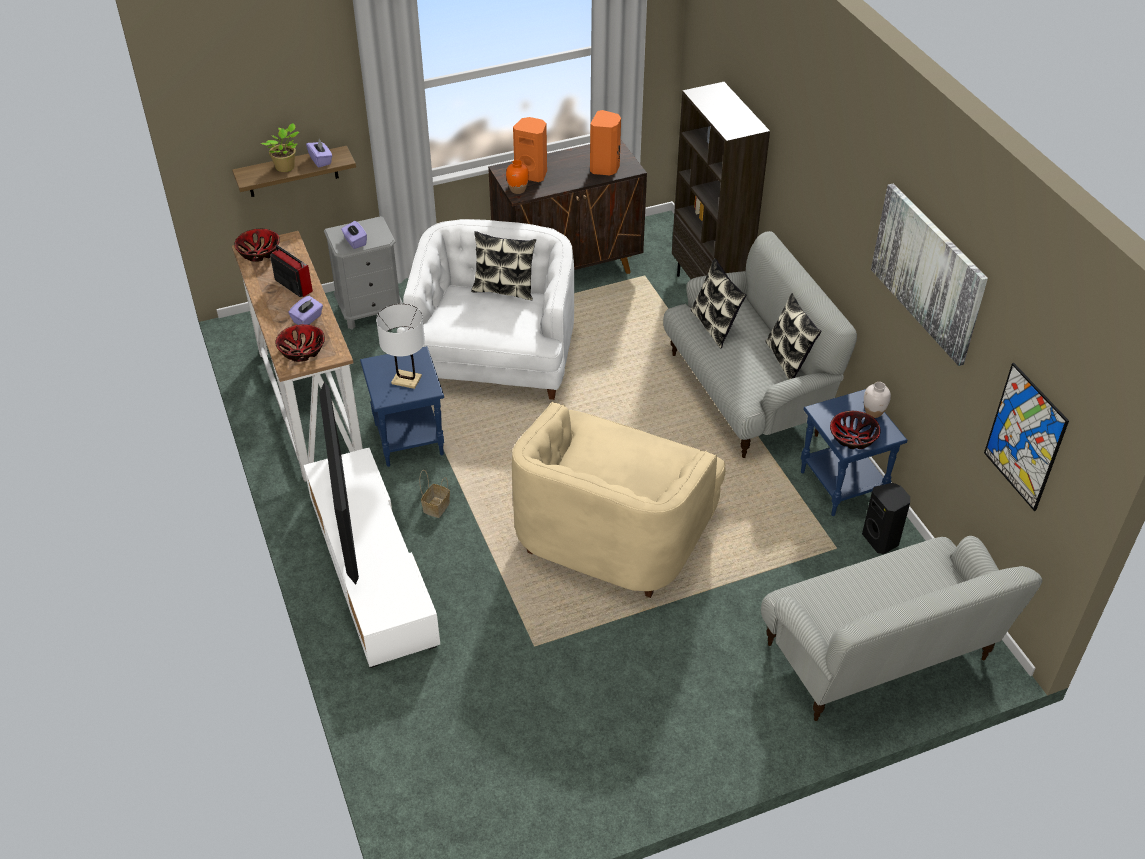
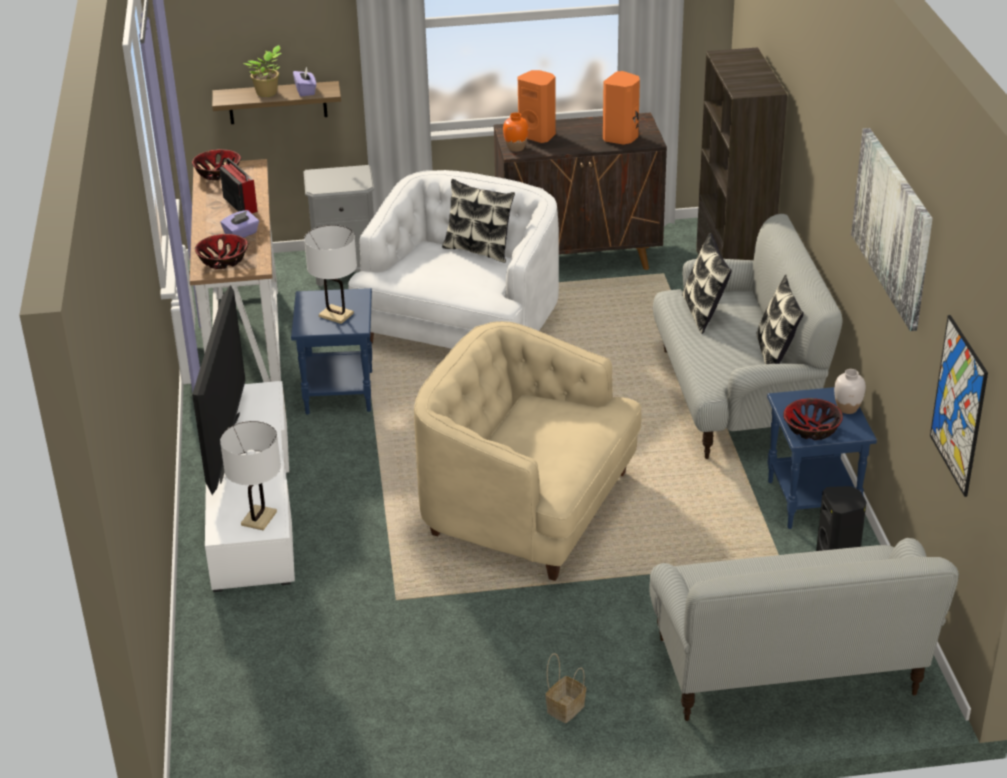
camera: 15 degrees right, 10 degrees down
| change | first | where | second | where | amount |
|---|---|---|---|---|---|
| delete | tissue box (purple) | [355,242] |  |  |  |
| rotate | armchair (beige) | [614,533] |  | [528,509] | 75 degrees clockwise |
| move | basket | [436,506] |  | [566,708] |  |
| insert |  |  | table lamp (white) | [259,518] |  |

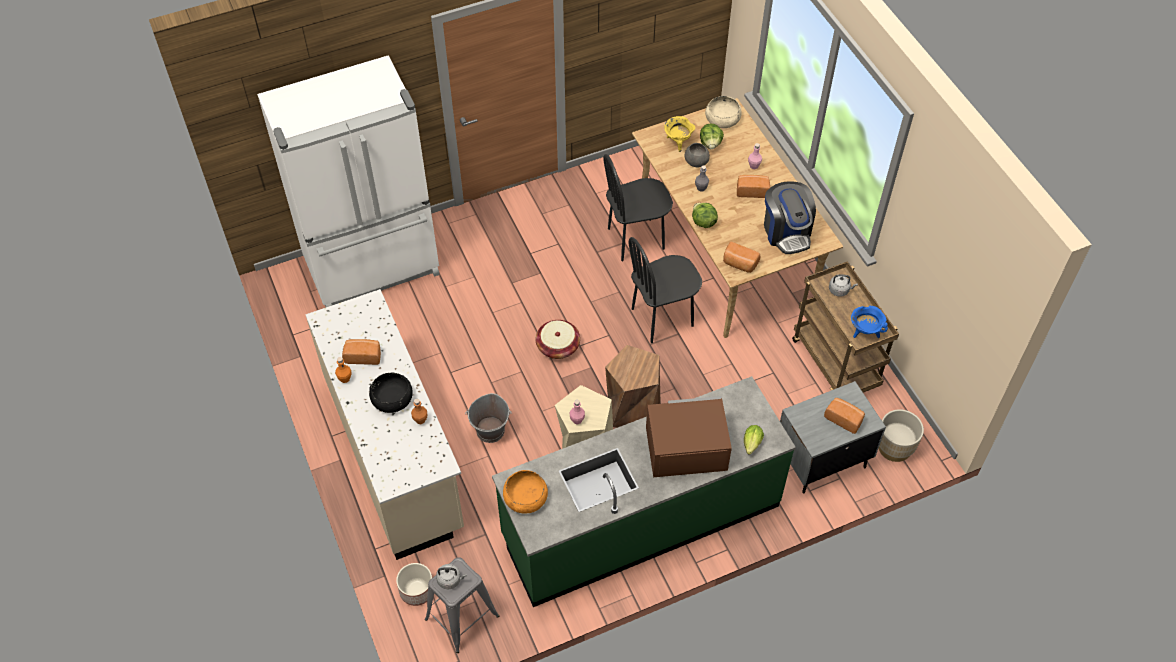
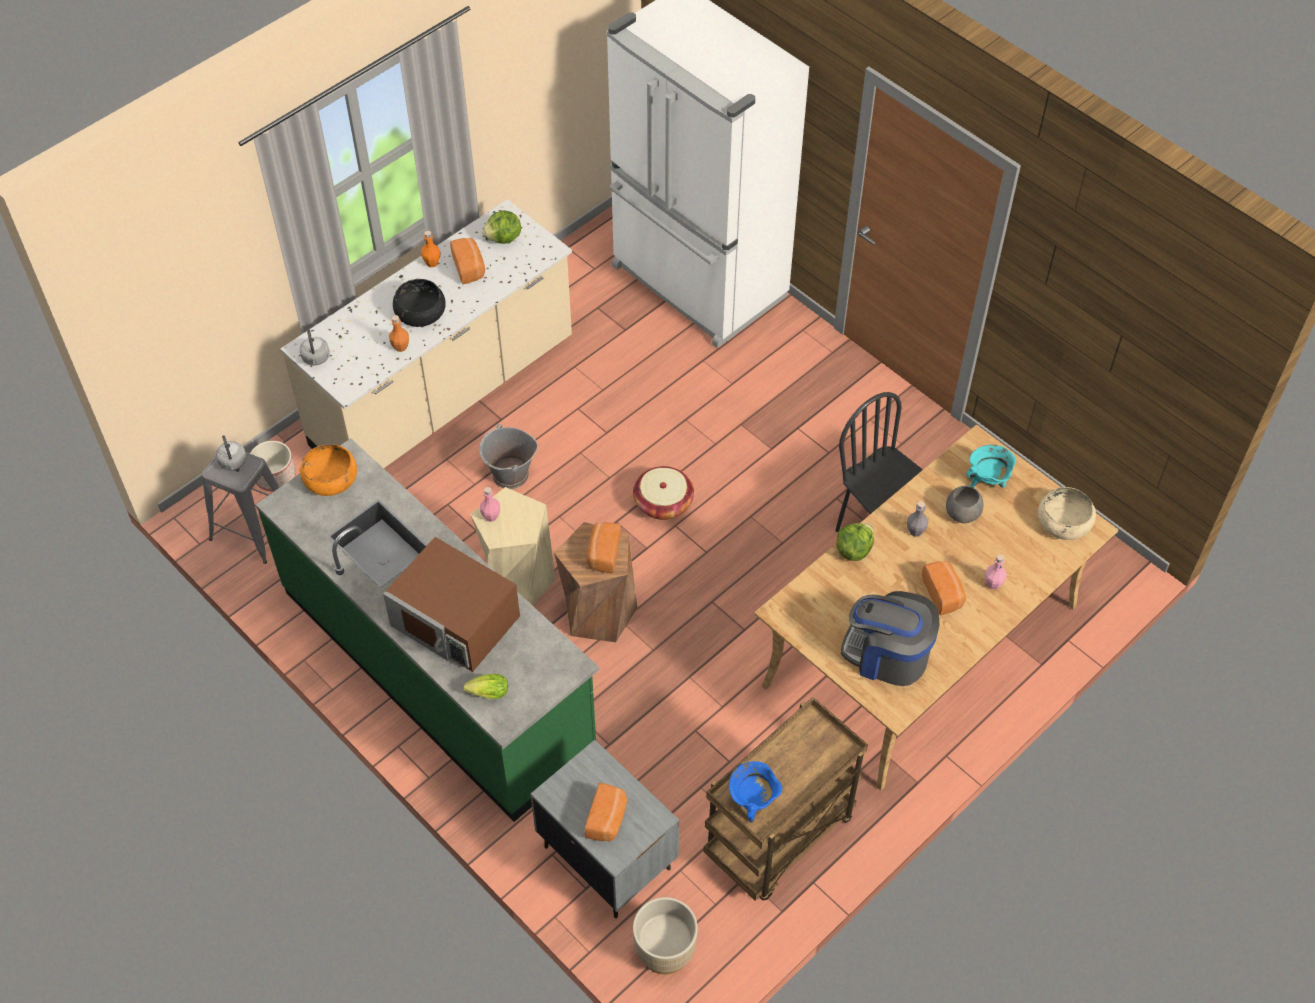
camera: 70 degrees right, 0 degrees up
| change | first | where | second | where | amount |
|---|---|---|---|---|---|
| recolor | cooking pot (yellow) | [678,142] | cooking pot (turquoise) | [987,481] |  |
| move | lettuce | [710,144] |  | [504,239] |  |
| rotate | coffee machine | [786,232] |  | [887,655] | 60 degrees clockwise |
| delete | chair (black) | [662,317] |  |  |  |
| move | bread | [739,264] |  | [603,554] |  |
| move | kettle (grey) | [840,290] |  | [316,358] |  |
| rotate | microwave (brown) | [685,448] |  | [456,621] | 150 degrees clockwise |

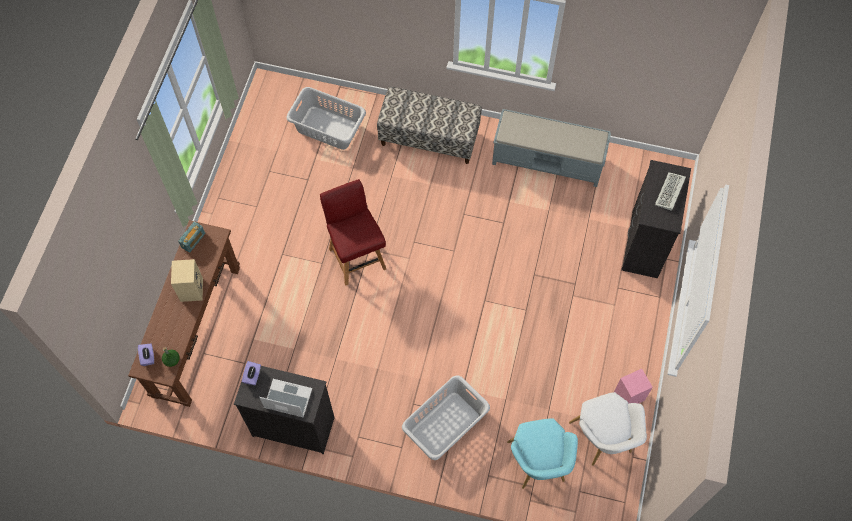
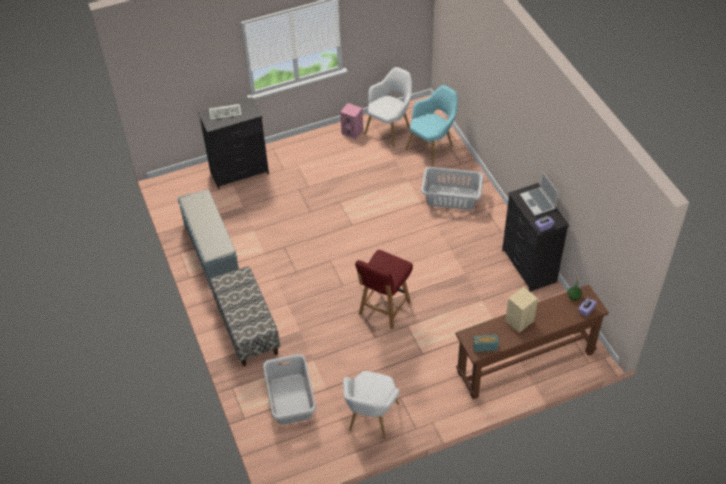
camera: 125 degrees left, 15 degrees down
| change | first | where | second | where | amount |
|---|---|---|---|---|---|
| insert |  |  | armchair (white) | [371,420] |  |

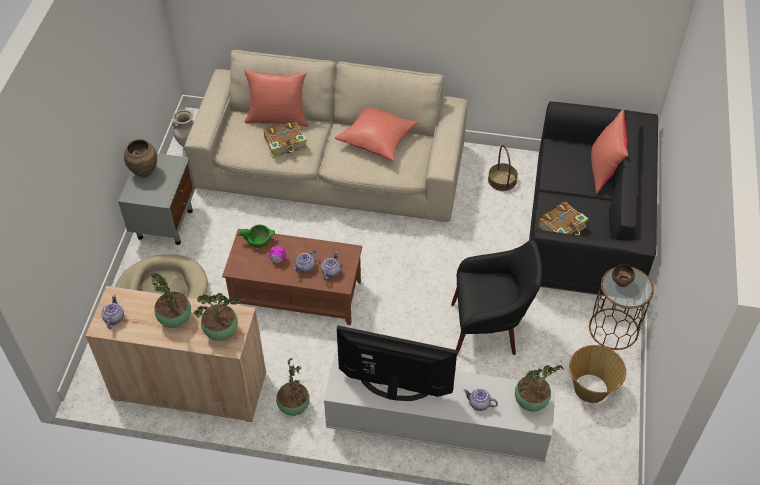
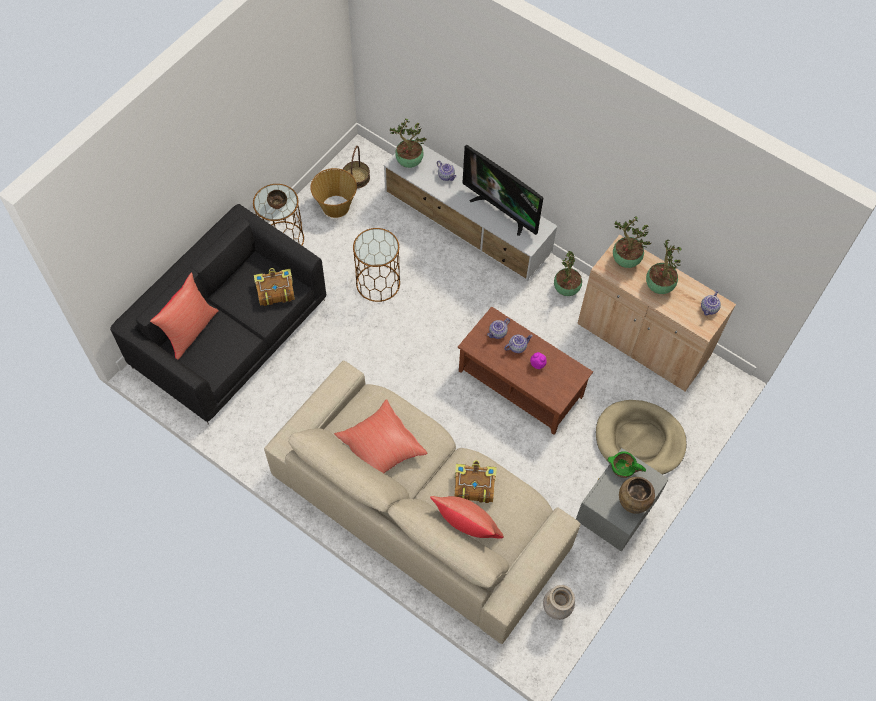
camera: 155 degrees left, 10 degrees up
| change | first | where | second | where | amount |
|---|---|---|---|---|---|
| move | basket | [502,180] |  | [356,177] |  |
| move | bowl (green) | [259,240] |  | [623,468] |  |
| replace | armchair (black) | [489,328] | side table (brown) | [378,282] |  |

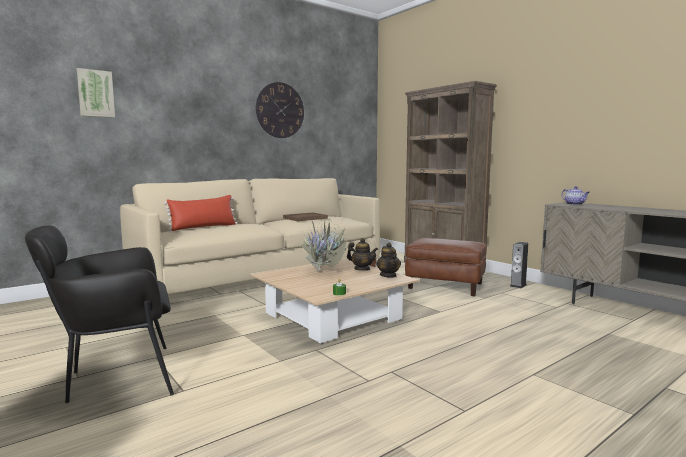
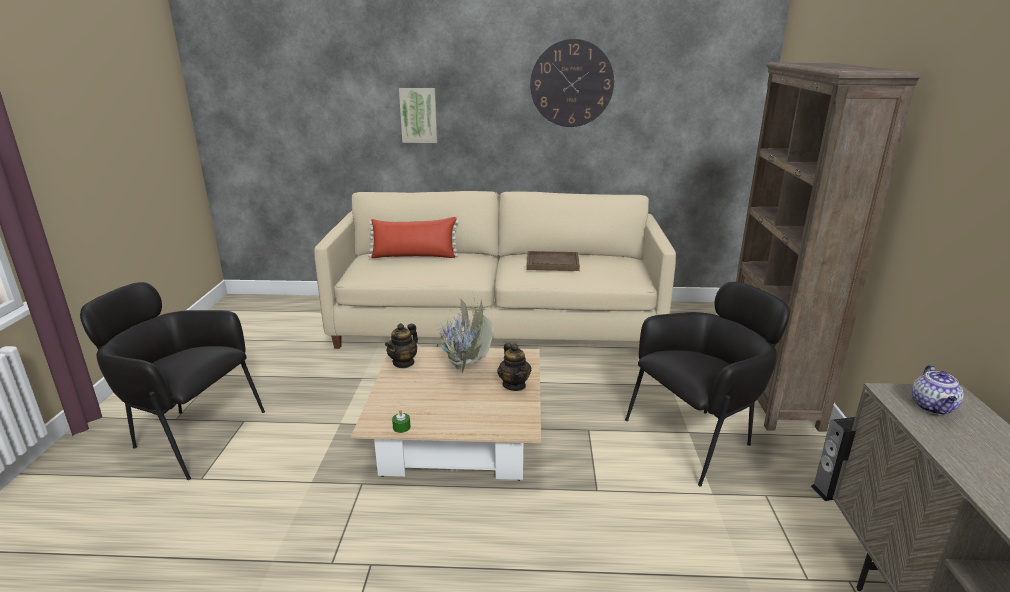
camera: 40 degrees right, 15 degrees up
| change | first | where | second | where | amount |
|---|---|---|---|---|---|
| move | picture | [95,93] |  | [419,115] |  |
| replace | ottoman (brown) | [445,286] | armchair (black) | [698,438] |  |
| move | teapot | [388,275] |  | [403,362] |  |

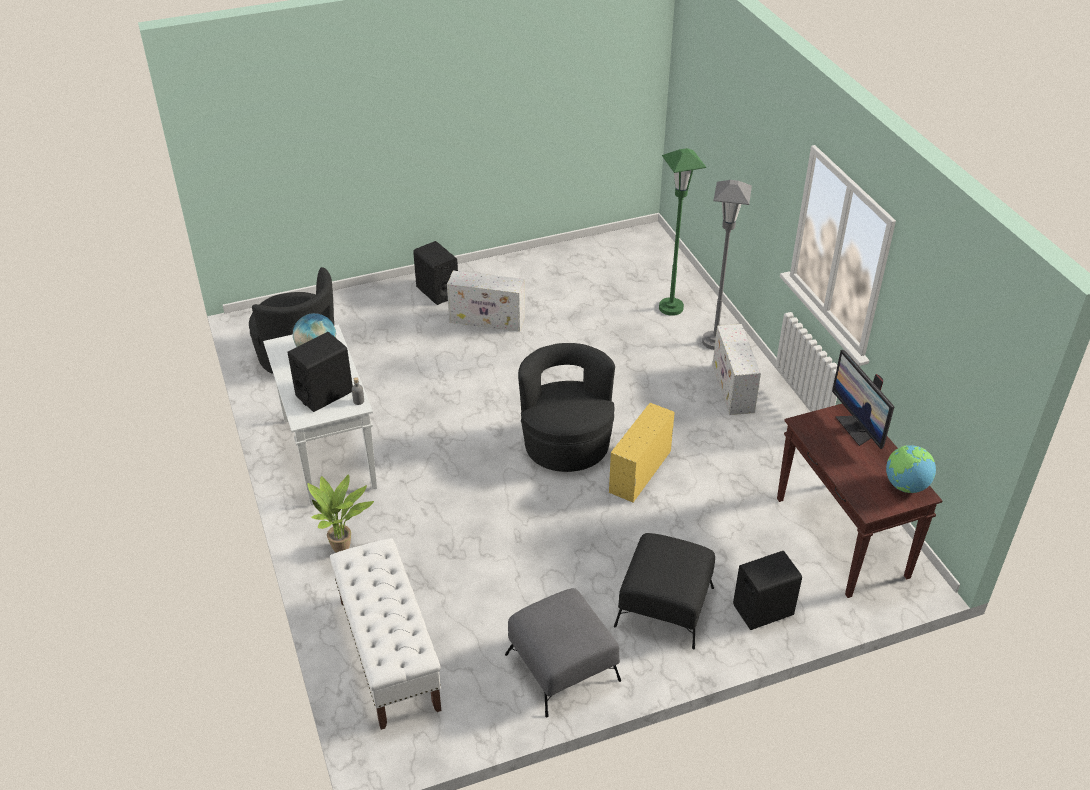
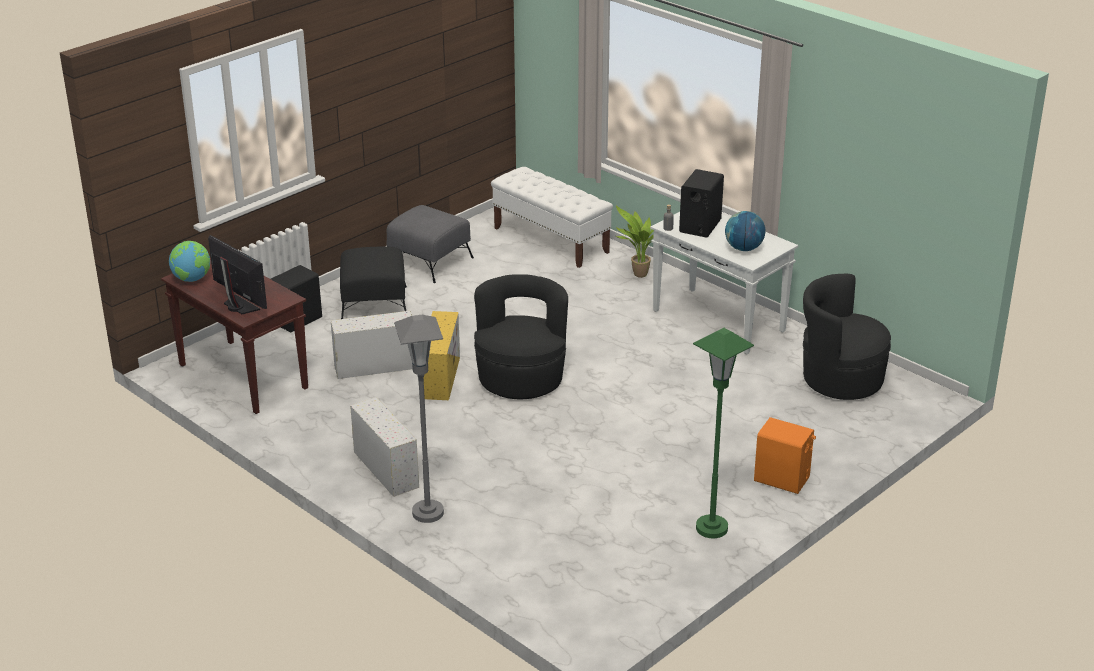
camera: 155 degrees right, 10 degrees down
| change | first | where | second | where | amount |
|---|---|---|---|---|---|
| move | floor lamp (green) | [671,308] |  | [711,528] |  |
| recolor | speaker (black) | [437,291] | speaker (orange) | [782,479] |  |
| move | storage box (white) | [488,320] |  | [374,367] |  |
| rotate | armchair (black) | [566,445] |  | [521,379] | 135 degrees counterclockwise |

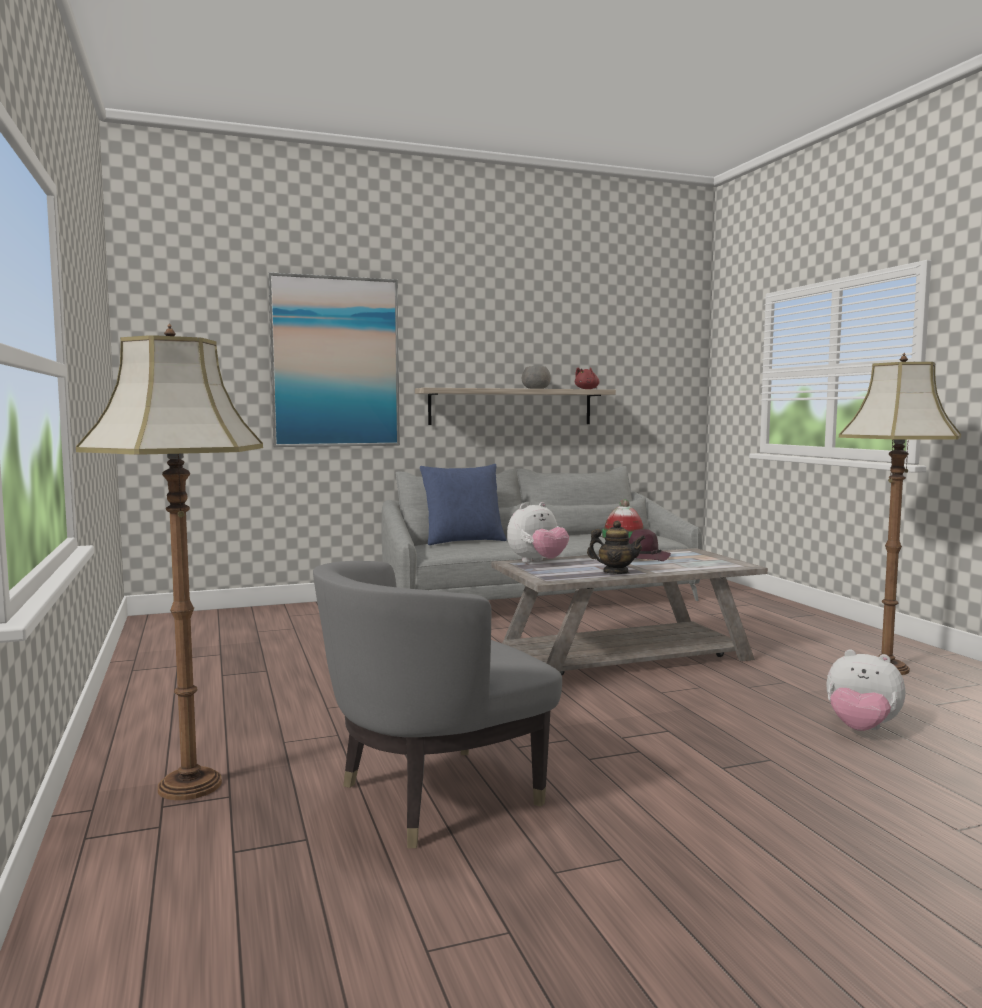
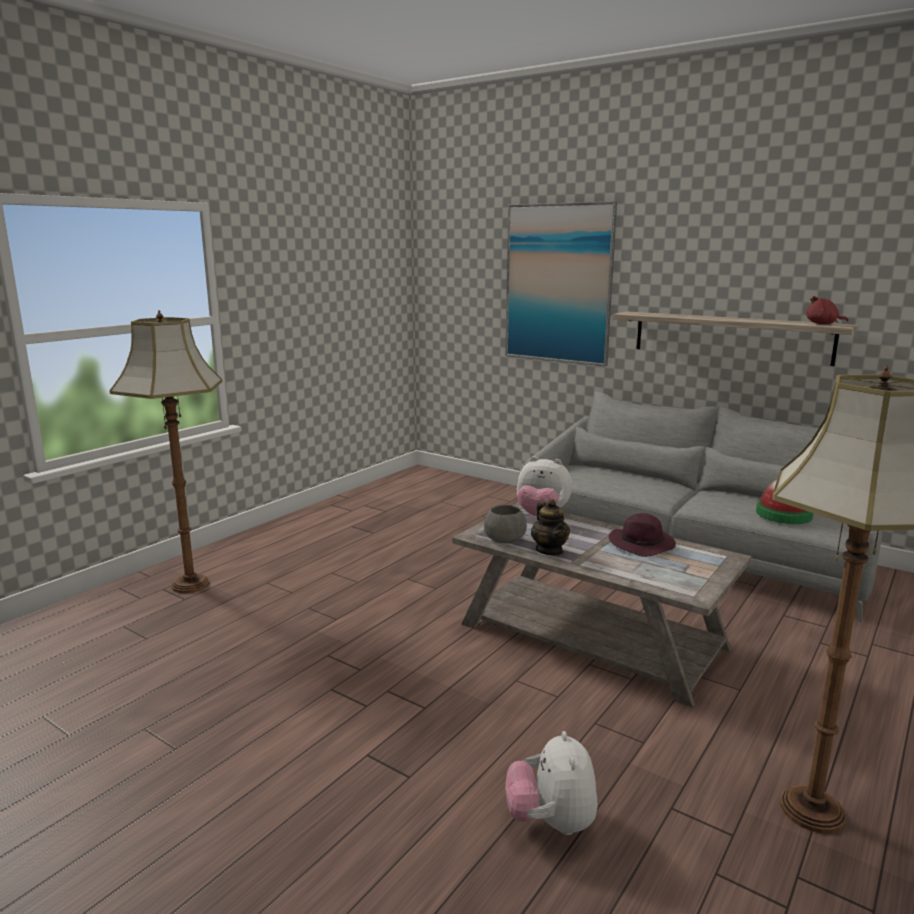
camera: 55 degrees right, 10 degrees up
| change | first | where | second | where | amount |
|---|---|---|---|---|---|
| move | bowl (grey) | [536,388] |  | [504,539] |  |
| delete | pillow (blue) | [463,541] |  |  |  |
| delete | armchair (grey) | [436,796] |  |  |  |

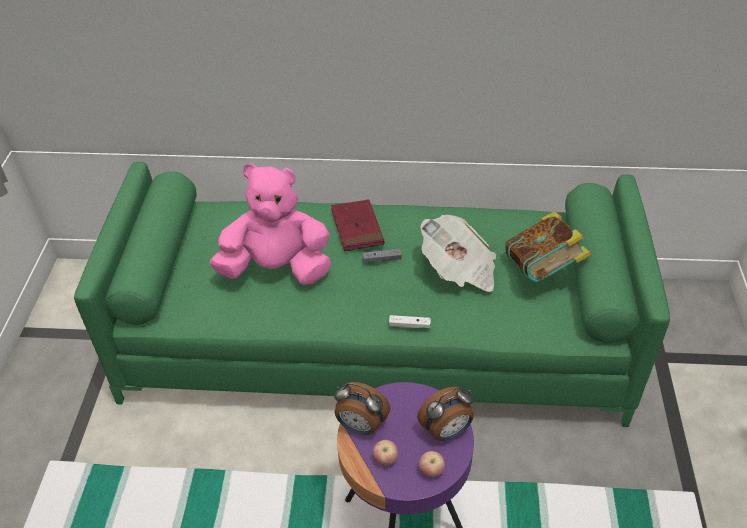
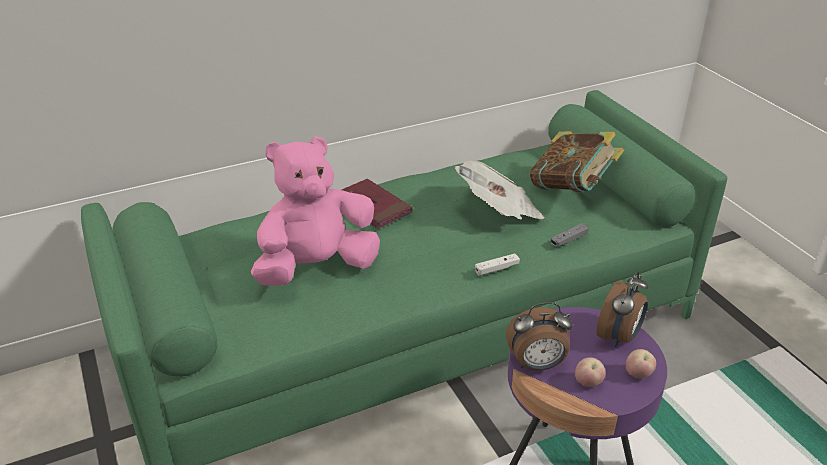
camera: 30 degrees left, 10 degrees down
| change | first | where | second | where | amount |
|---|---|---|---|---|---|
| move | game controller (grey) | [382,259] |  | [569,240] |  |

